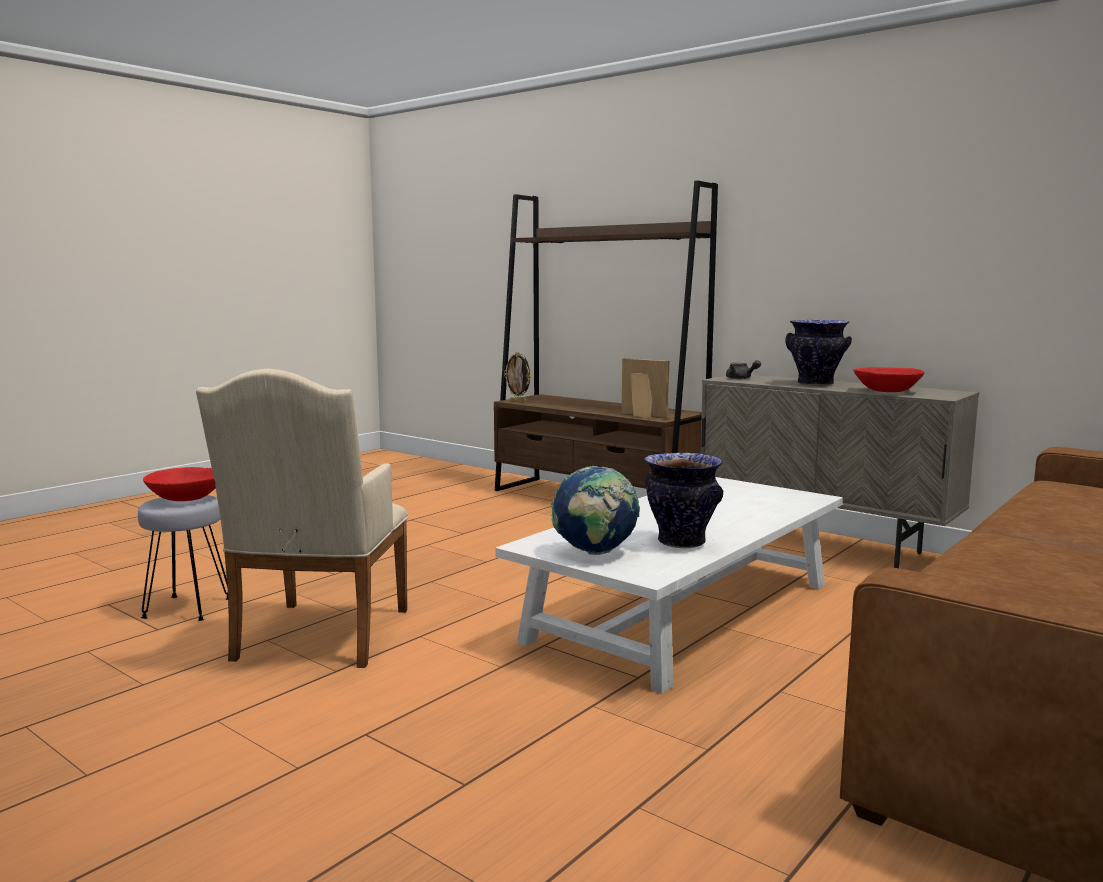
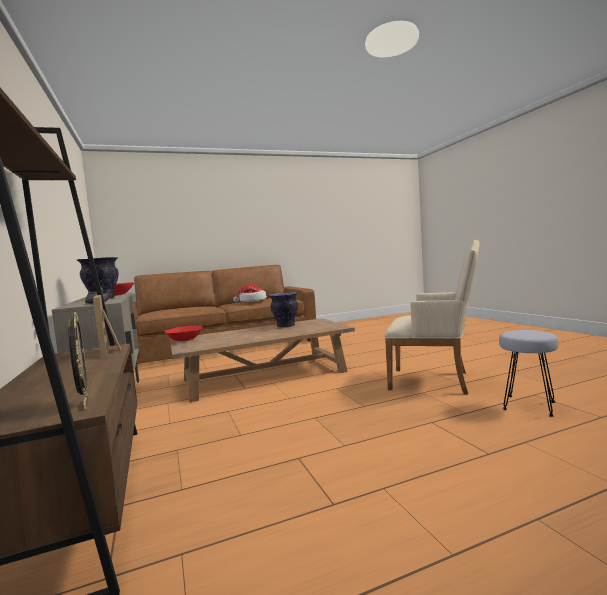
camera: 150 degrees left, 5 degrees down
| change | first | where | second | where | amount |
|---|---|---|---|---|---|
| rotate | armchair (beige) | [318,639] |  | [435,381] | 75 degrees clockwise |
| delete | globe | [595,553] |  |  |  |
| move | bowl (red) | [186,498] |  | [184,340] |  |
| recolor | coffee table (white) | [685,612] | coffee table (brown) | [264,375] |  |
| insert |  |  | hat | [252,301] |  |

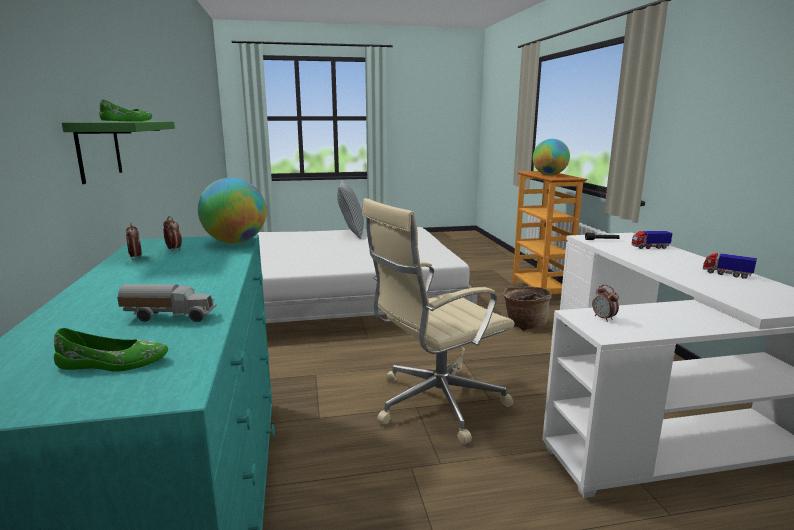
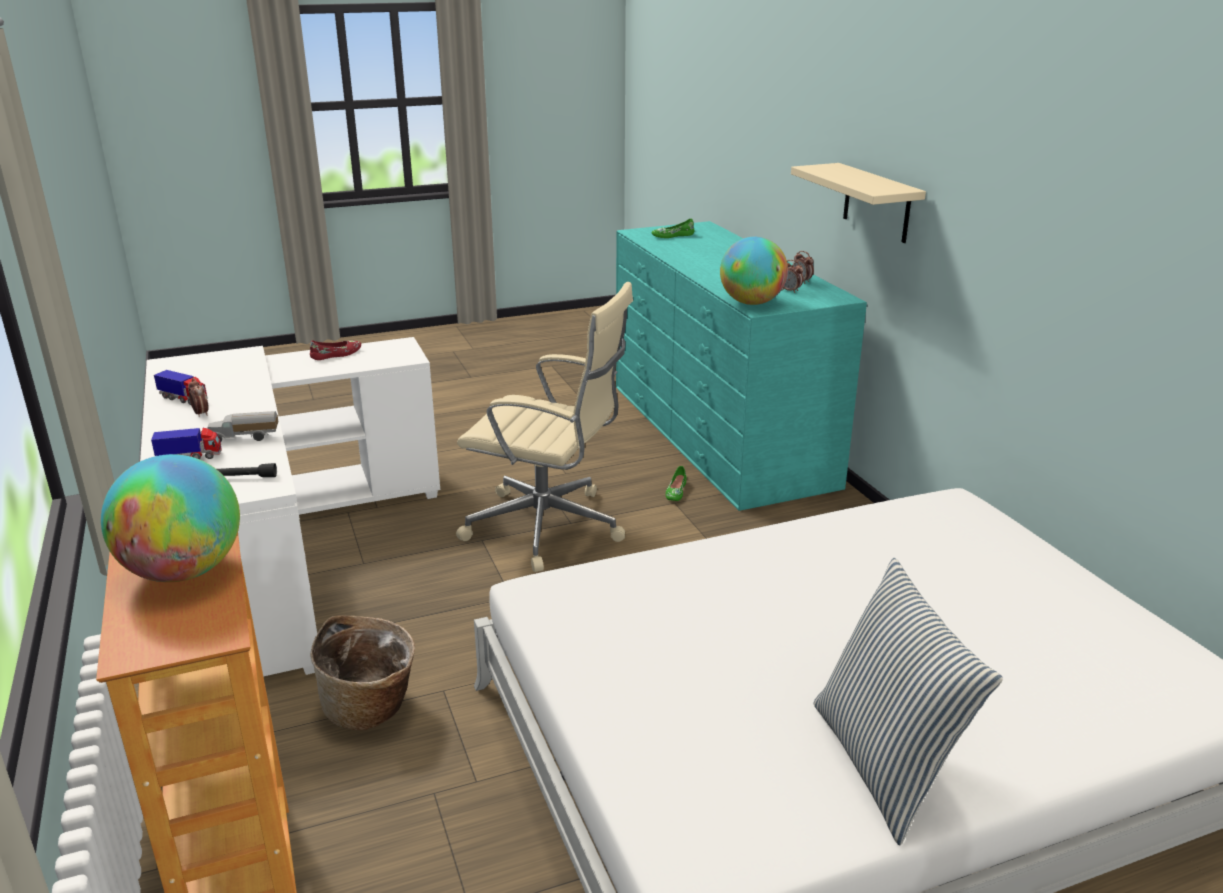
camera: 170 degrees right, 10 degrees up
| change | first | where | second | where | amount |
|---|---|---|---|---|---|
| move | shoe (green) | [128,121] |  | [675,491] |  |
| recolor | shelf (green) | [98,150] | shelf (beige) | [876,203] |  |
| rotate | office chair (beige) | [435,404] |  | [549,528] | 60 degrees clockwise |
| move | toy truck | [170,316] |  | [244,438] |  |
| move | alarm clock | [603,318] |  | [201,414] |  |
| insert |  |  | shoe (red) | [336,354] |  |

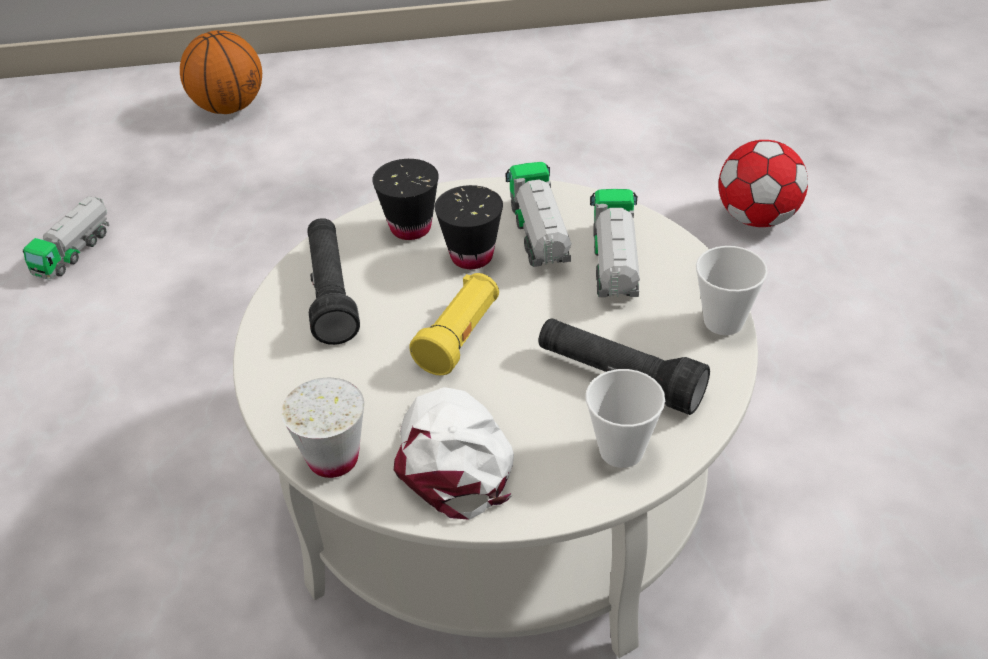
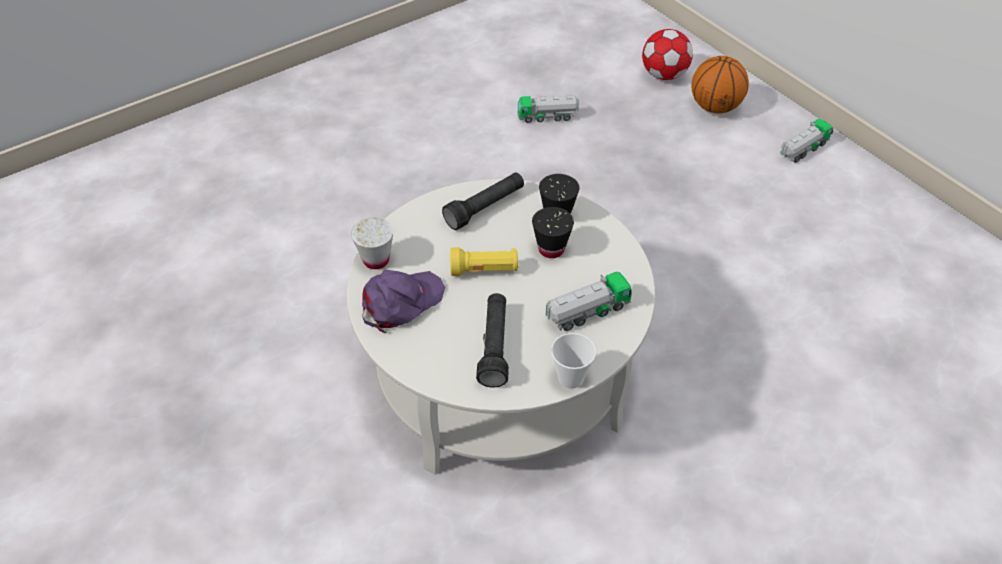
camera: 60 degrees right, 5 degrees up
| change | first | where | second | where | amount |
|---|---|---|---|---|---|
| move | football | [757,218] |  | [664,75] |  |
| move | toy truck | [539,235] |  | [803,150] |  |
| delete | cup | [621,451] |  |  |  |
| recolor | cap (white) | [454,457] | cap (purple) | [401,302] |  |

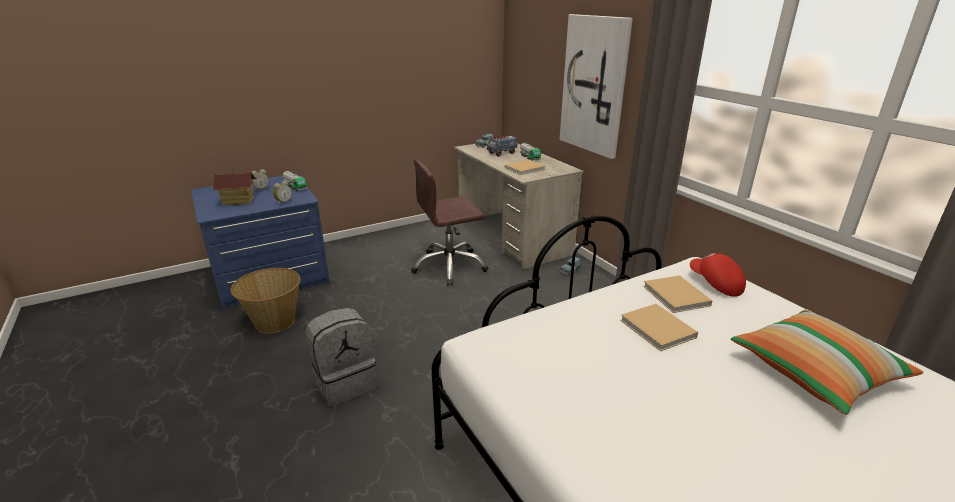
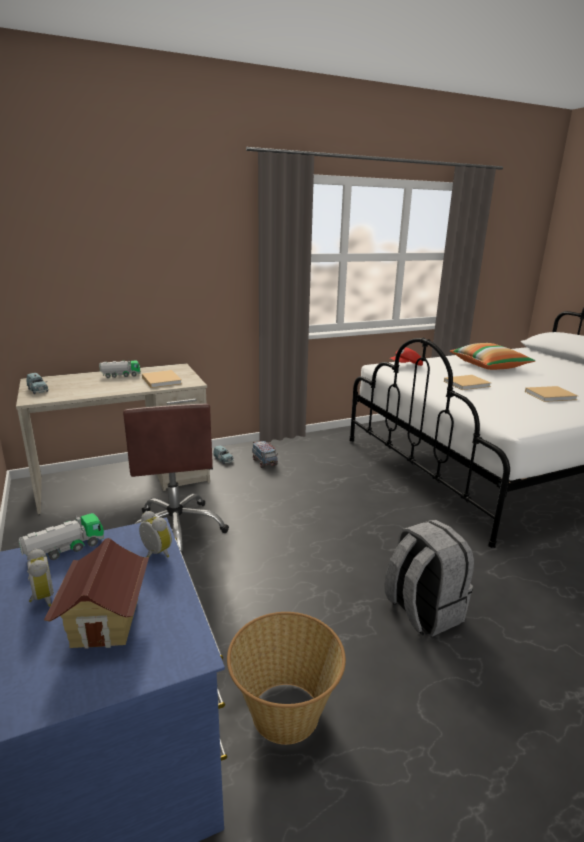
camera: 85 degrees left, 5 degrees down
| change | first | where | second | where | amount |
|---|---|---|---|---|---|
| delete | picture | [594,85] |  |  |  |
| move | toy truck | [501,153] |  | [264,462] |  |
| move | book (beige) | [677,296] |  | [551,395] |  |

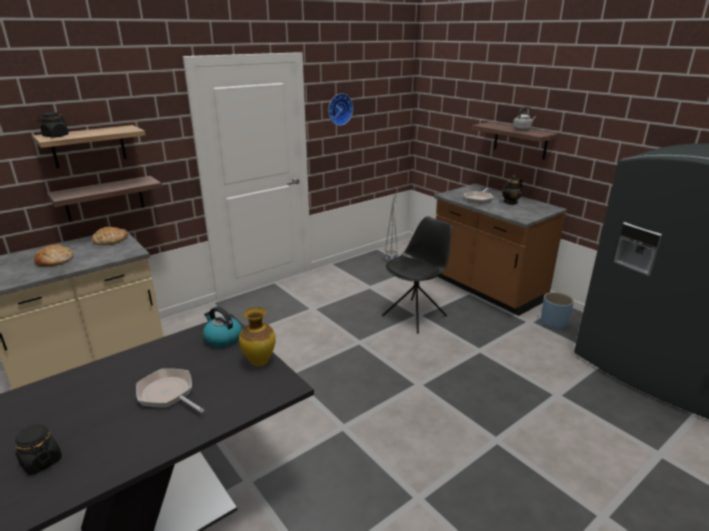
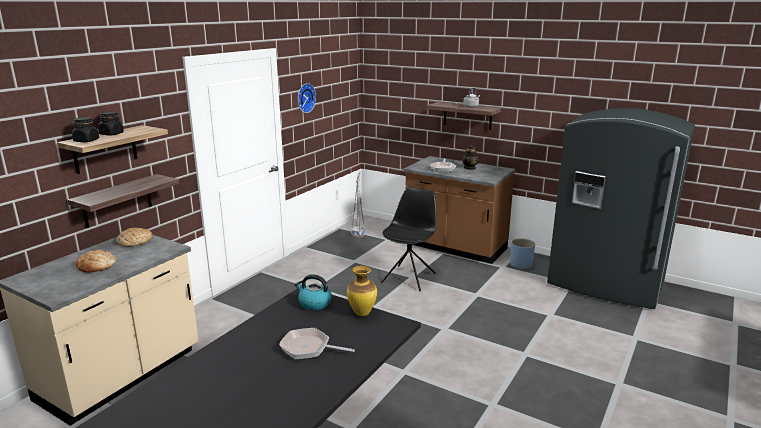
camera: 20 degrees left, 5 degrees down
| change | first | where | second | where | amount |
|---|---|---|---|---|---|
| move | jar (black) | [41,461] |  | [111,134] |  |

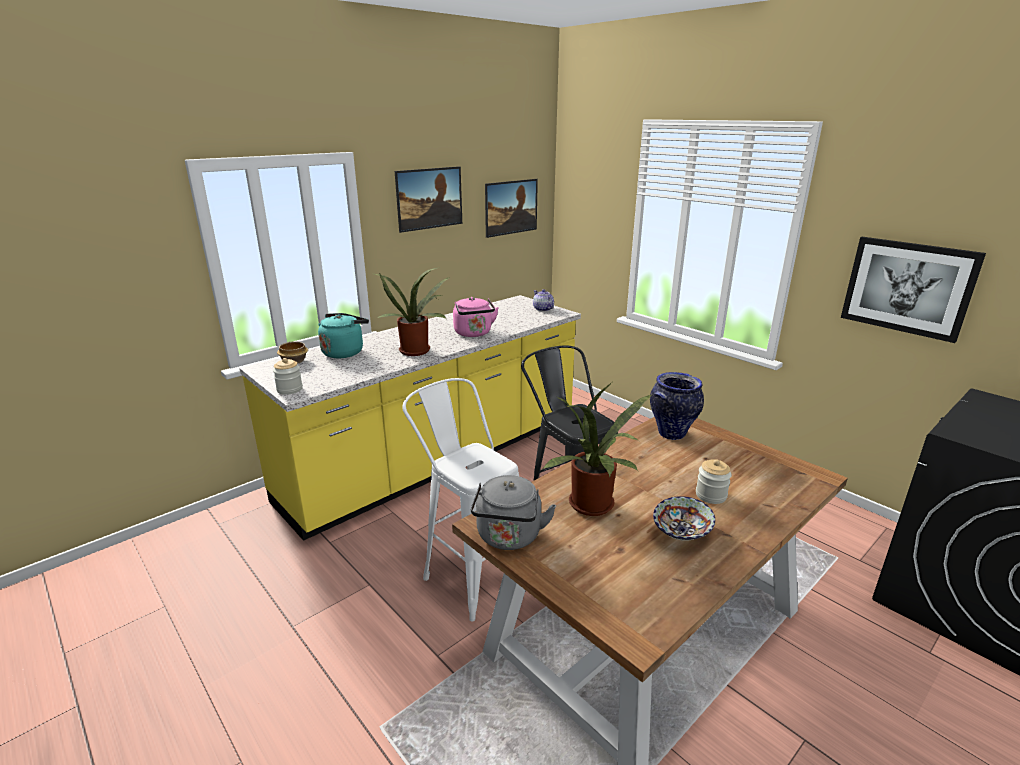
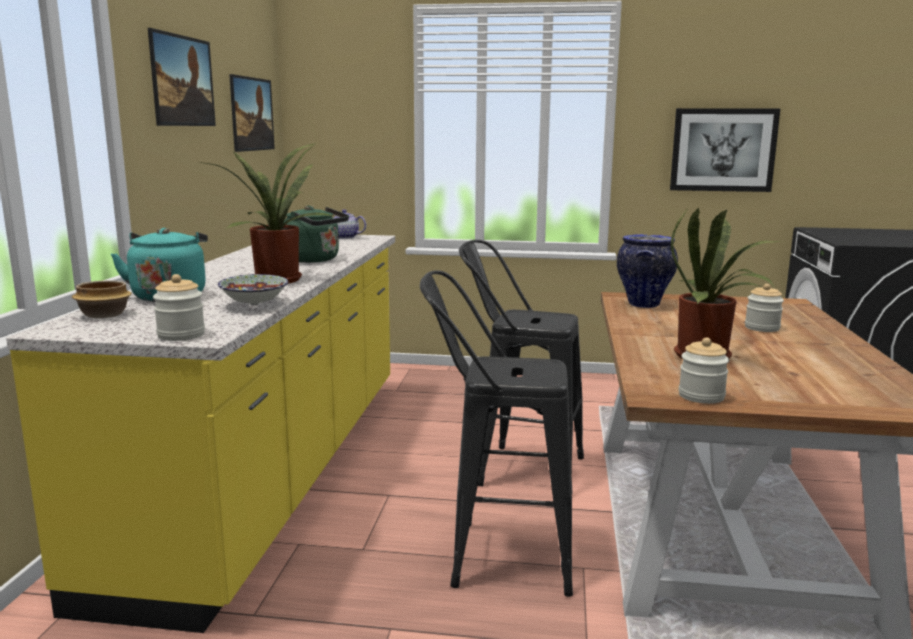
camera: 40 degrees left, 10 degrees down
| change | first | where | second | where | amount |
|---|---|---|---|---|---|
| recolor | kettle (pink) | [474,333] | kettle (green) | [315,260] |  |
| recolor | stool (white) | [471,572] | stool (black) | [496,556] |  |
| replace | kettle (grey) | [509,538] | jar | [701,396] |  |
| move | bowl | [680,532] |  | [254,304] |  |

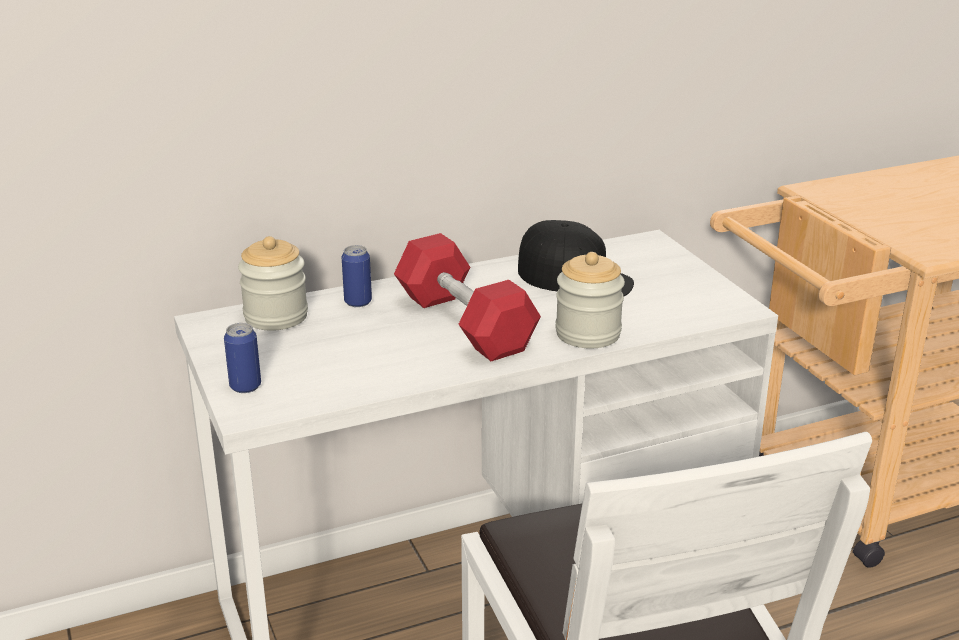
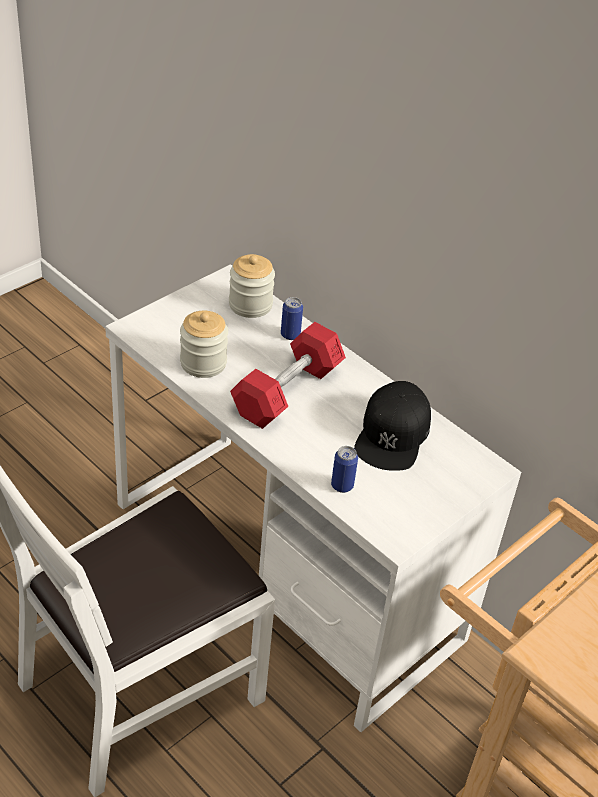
camera: 65 degrees right, 15 degrees up
| change | first | where | second | where | amount |
|---|---|---|---|---|---|
| move | jar | [588,334] |  | [203,363] |  |
| move | can | [245,386] |  | [342,485] |  |

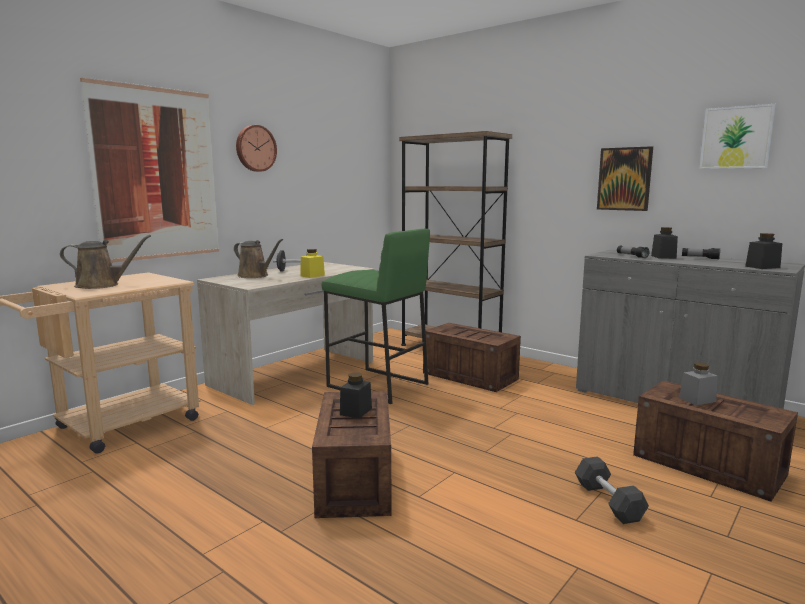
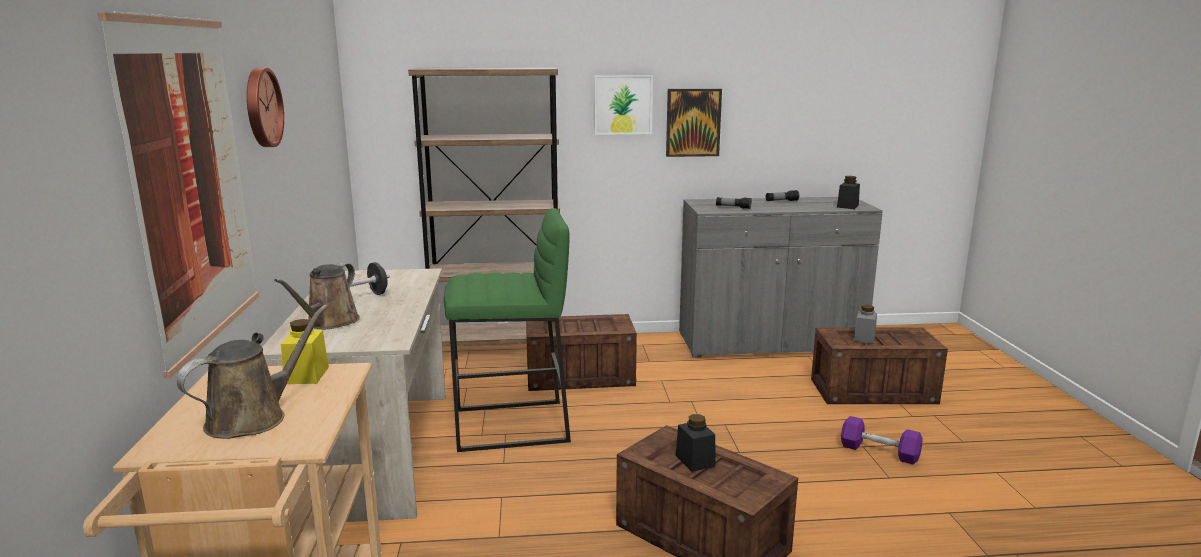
camera: 45 degrees left, 5 degrees up
| change | first | where | second | where | amount |
|---|---|---|---|---|---|
| move | picture | [736,137] |  | [623,104] |  |
| delete | jar (black) | [663,257] |  |  |  |
| rotate | watering can (brown) | [255,276] |  | [329,322] | 120 degrees clockwise |
| move | jar (yellow) | [312,276] |  | [307,375] |  |
| recolor | dumbbell (grey) | [608,501] | dumbbell (purple) | [879,452] |  |

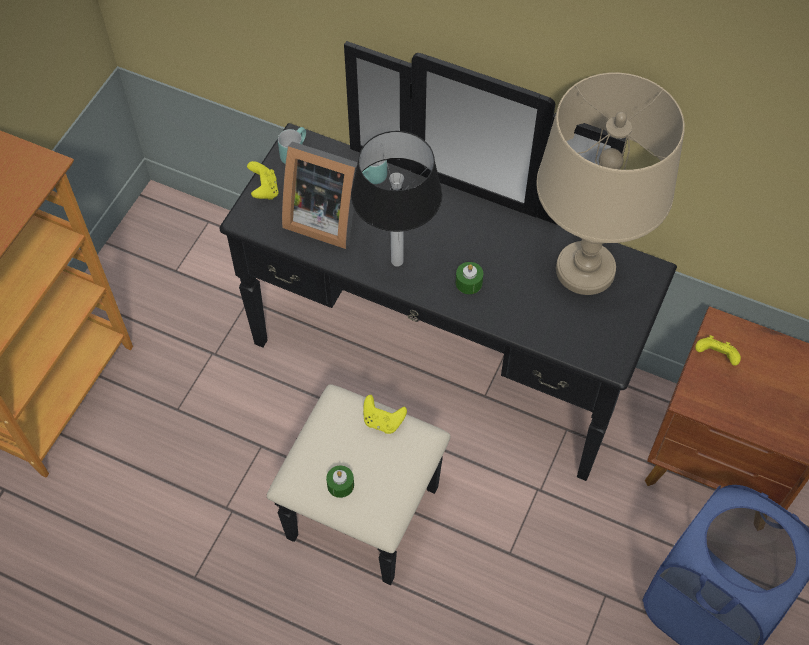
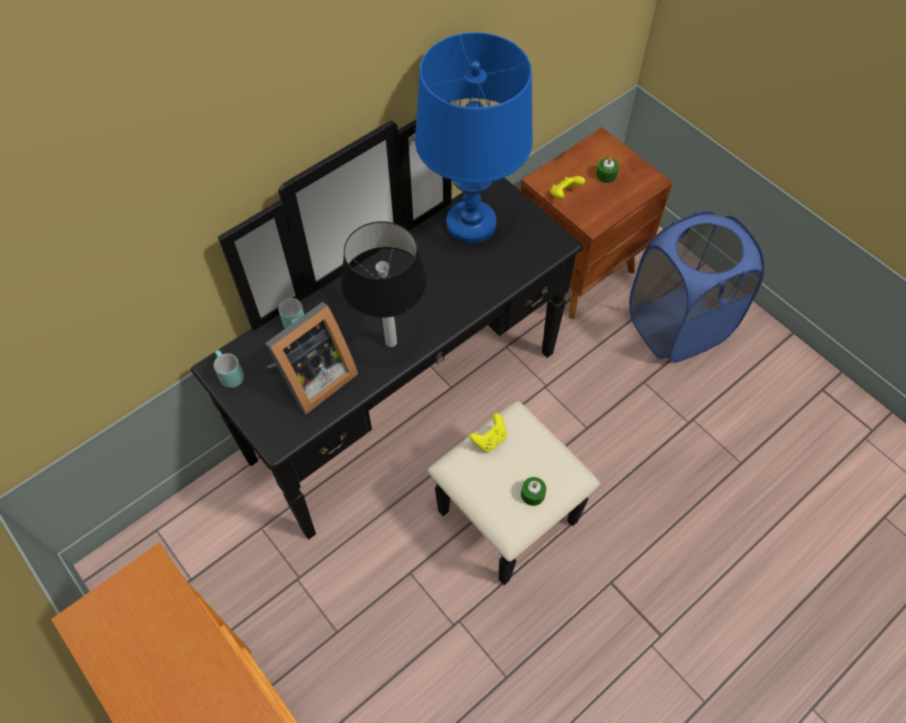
camera: 65 degrees left, 0 degrees up
| change | first | where | second | where | amount |
|---|---|---|---|---|---|
| recolor | table lamp (beige) | [585,270] | table lamp (blue) | [471,224] |  |
| delete | game controller (yellow) | [264,190] |  |  |  |
| move | candle (green) | [469,283] |  | [606,175] |  |

